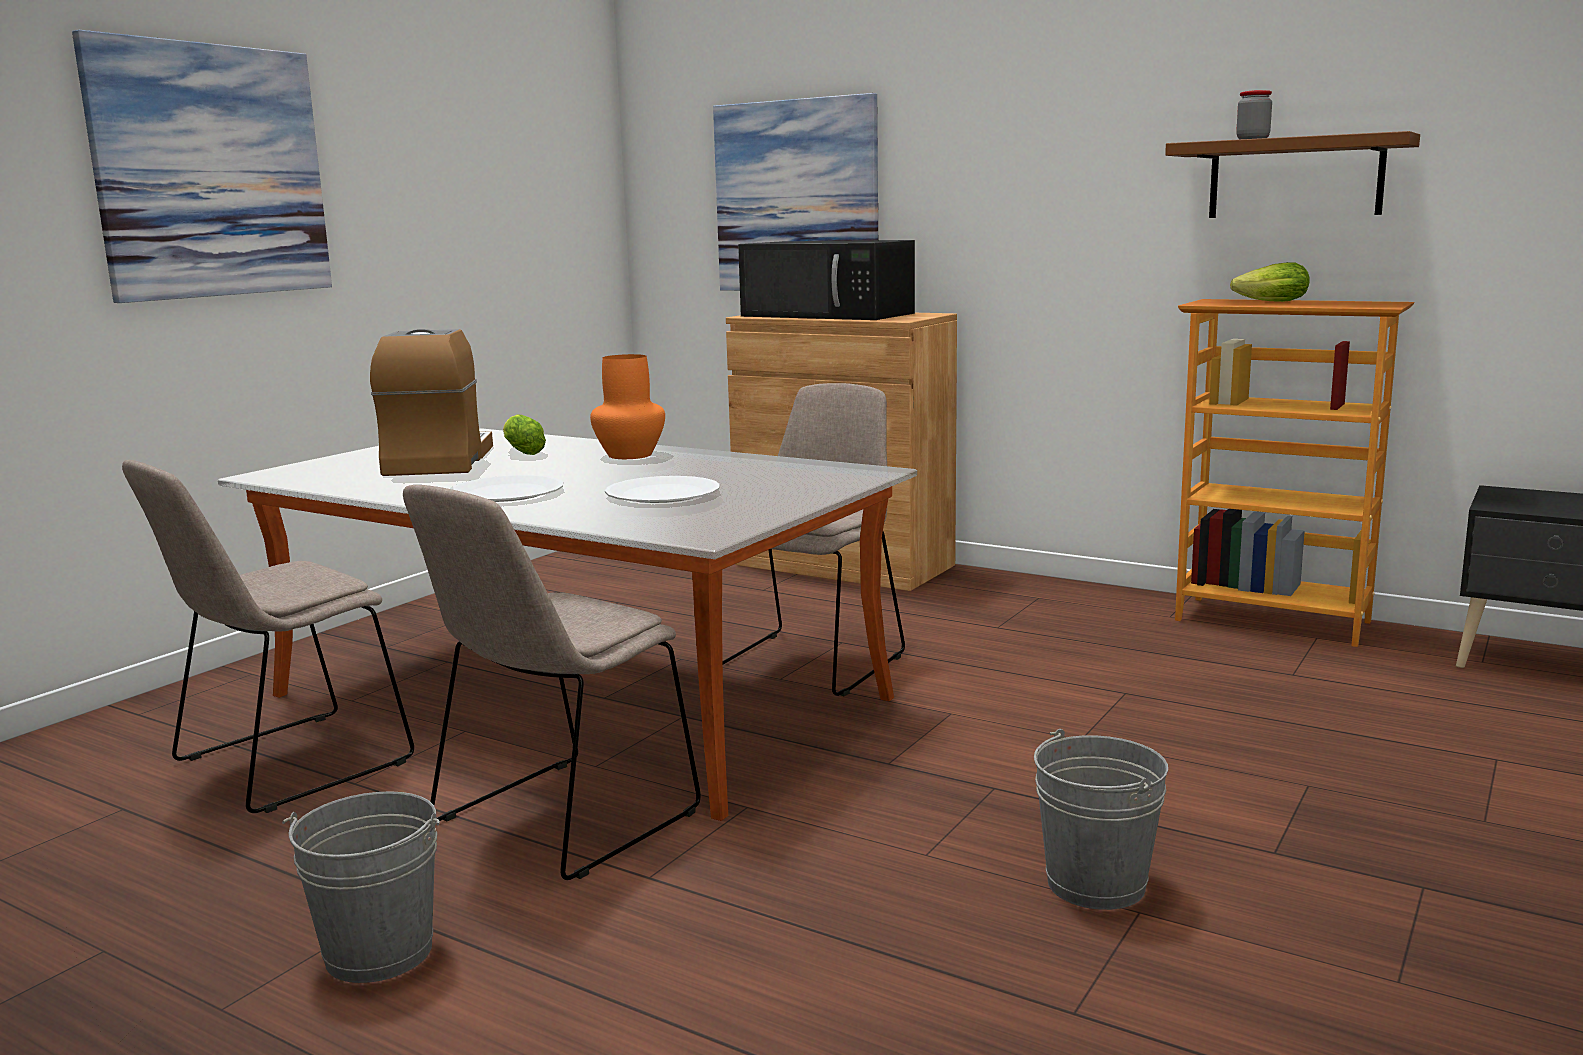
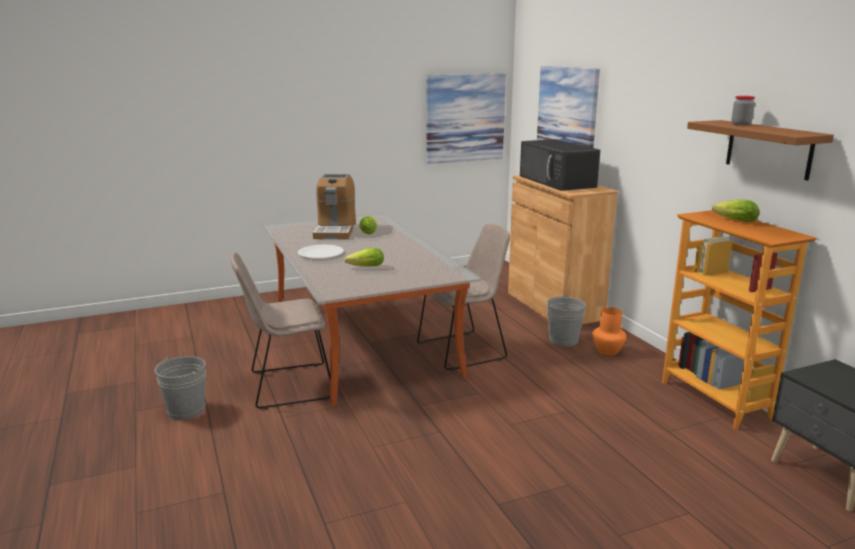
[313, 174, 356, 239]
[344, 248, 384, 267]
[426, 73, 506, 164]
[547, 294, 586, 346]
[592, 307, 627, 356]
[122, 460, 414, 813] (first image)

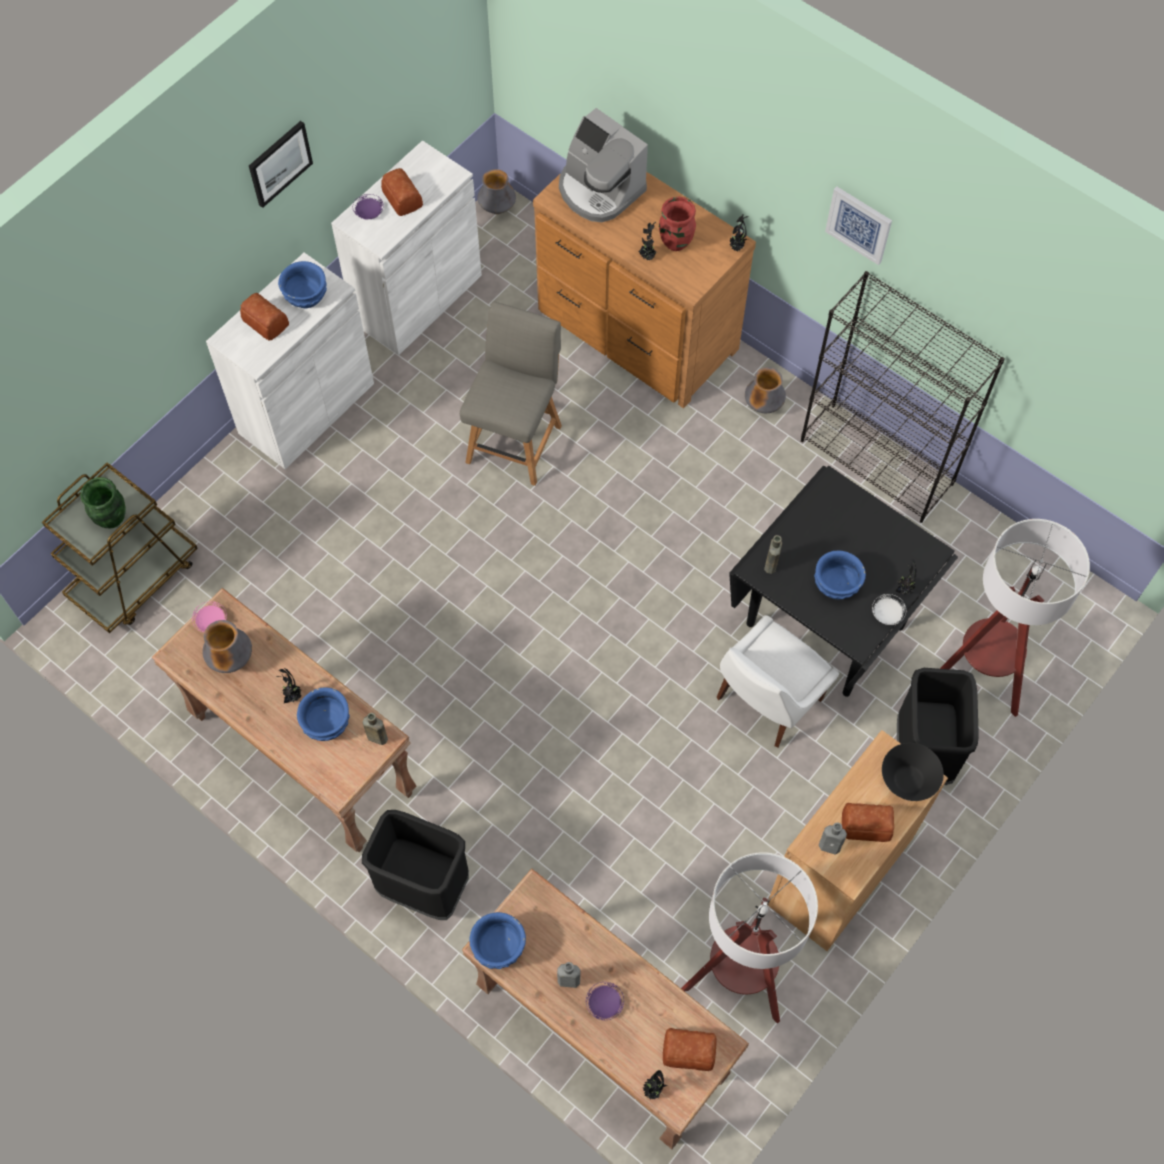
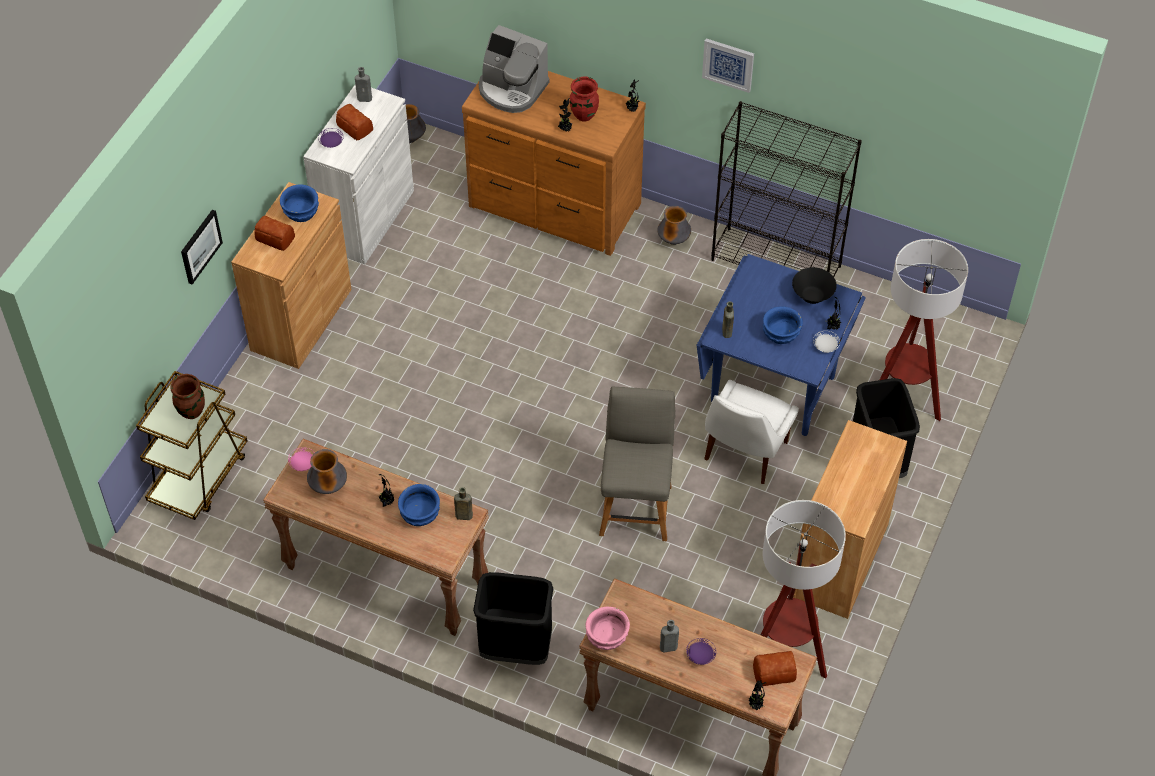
[170, 374, 205, 419]
[181, 210, 223, 285]
[231, 182, 352, 369]
[355, 67, 372, 102]
[586, 607, 630, 650]
[599, 387, 675, 541]
[697, 254, 866, 436]
[792, 267, 837, 304]
[842, 803, 894, 842] (first image)

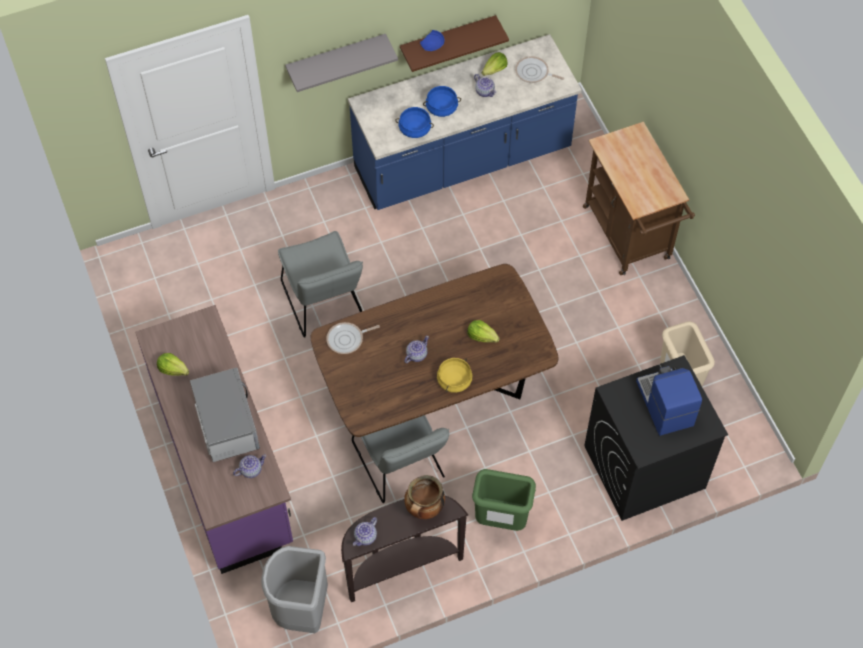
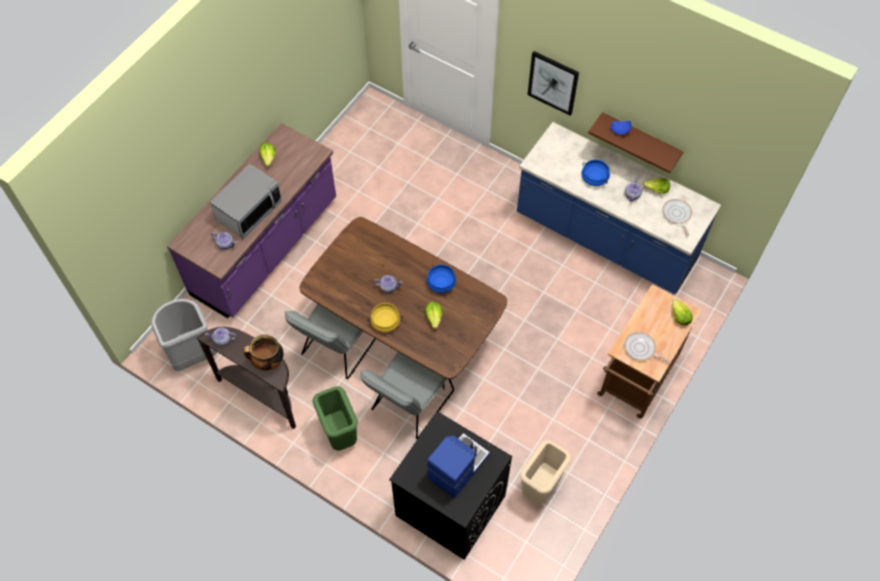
[360, 352, 454, 439]
[427, 265, 456, 293]
[527, 51, 579, 116]
[624, 332, 670, 363]
[672, 299, 693, 325]

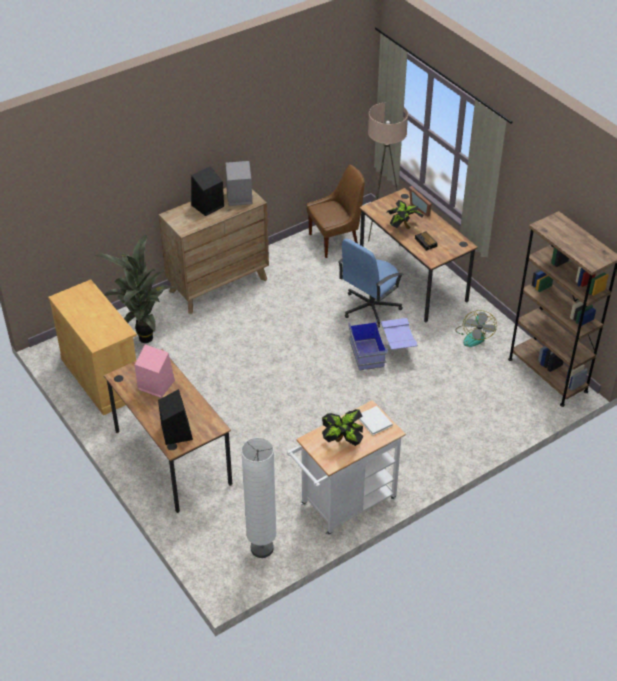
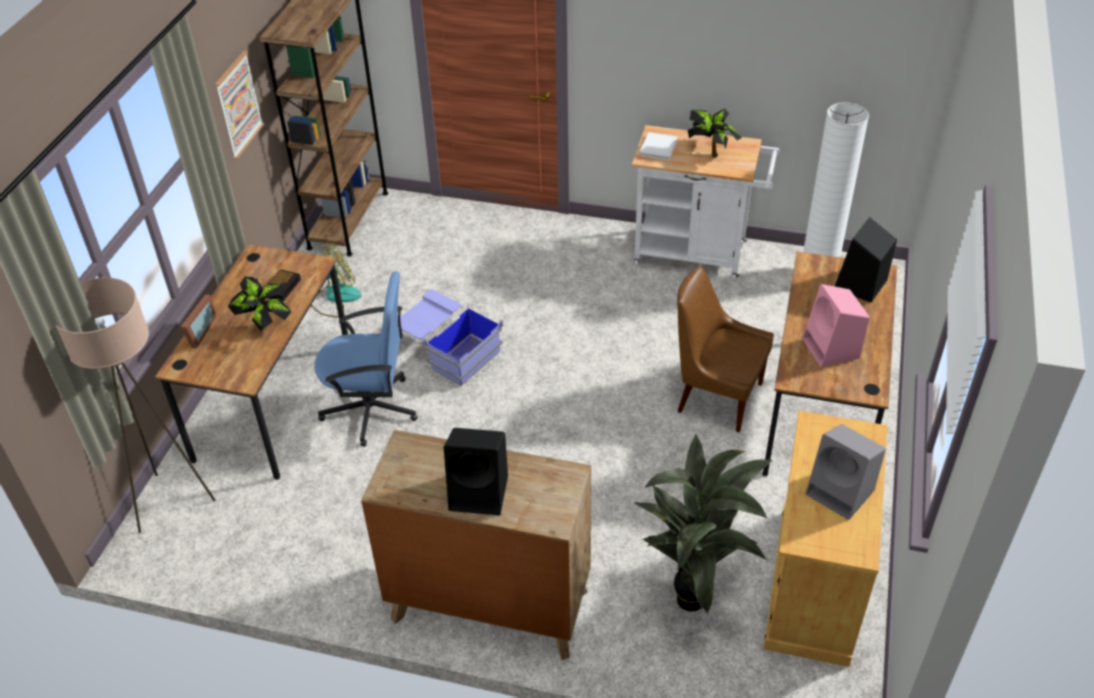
[214, 51, 264, 159]
[677, 266, 774, 432]
[806, 424, 886, 520]

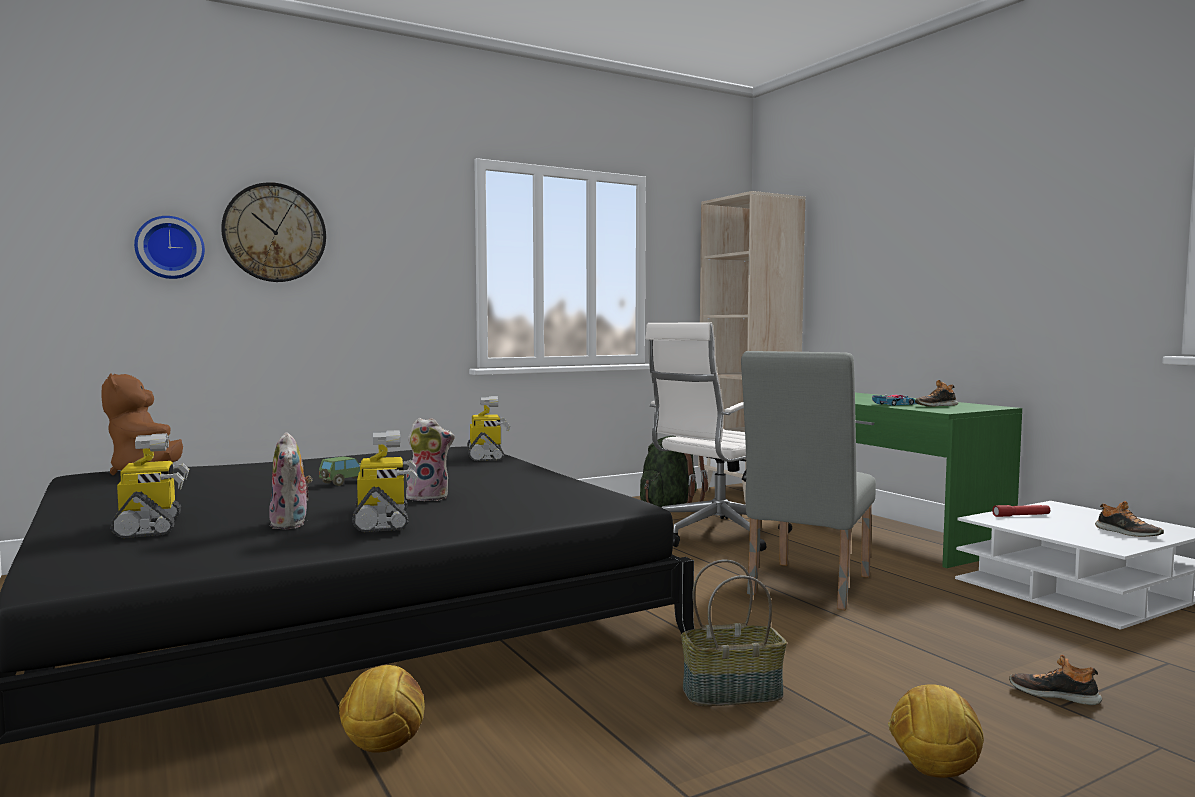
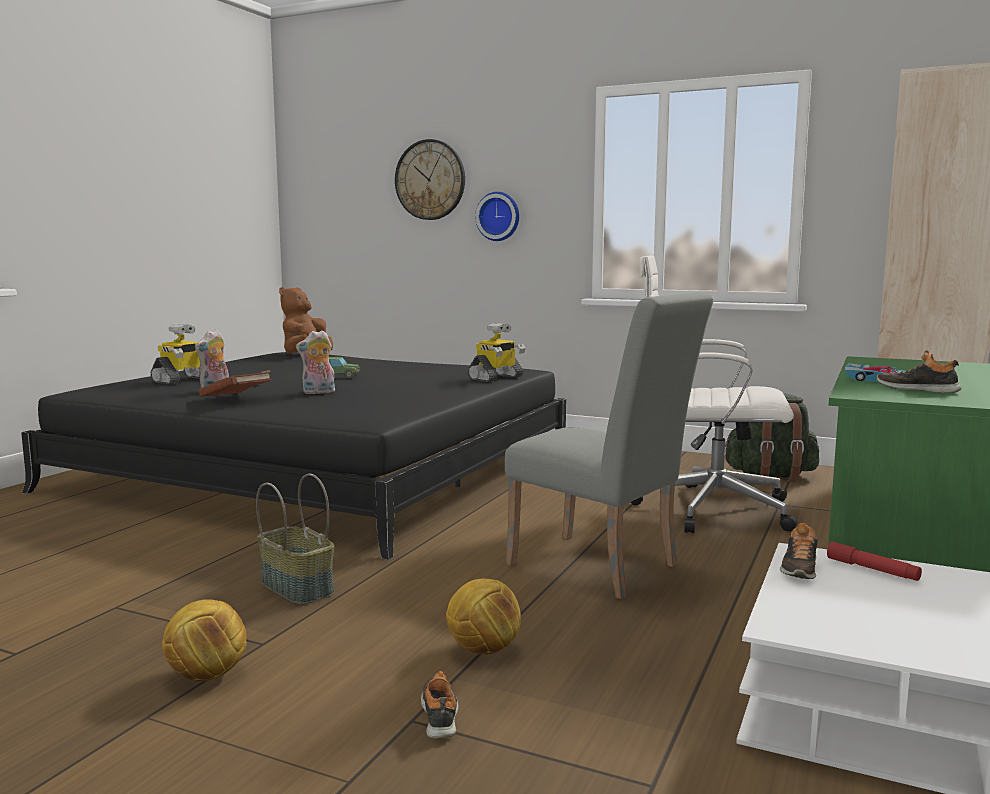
[199, 370, 272, 397]
[296, 330, 335, 394]
[446, 578, 521, 654]
[475, 192, 519, 241]
[505, 292, 713, 599]
[780, 523, 818, 579]

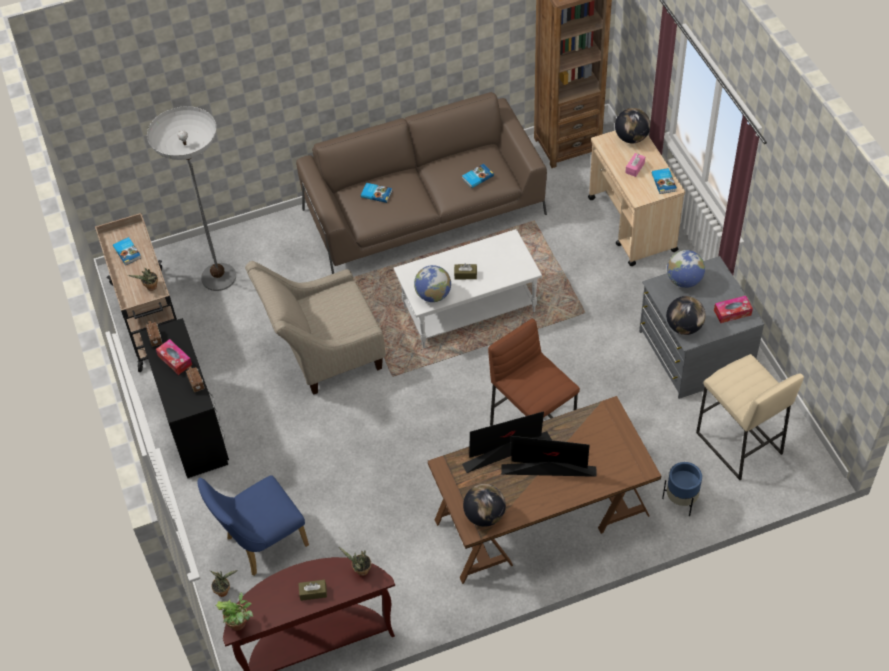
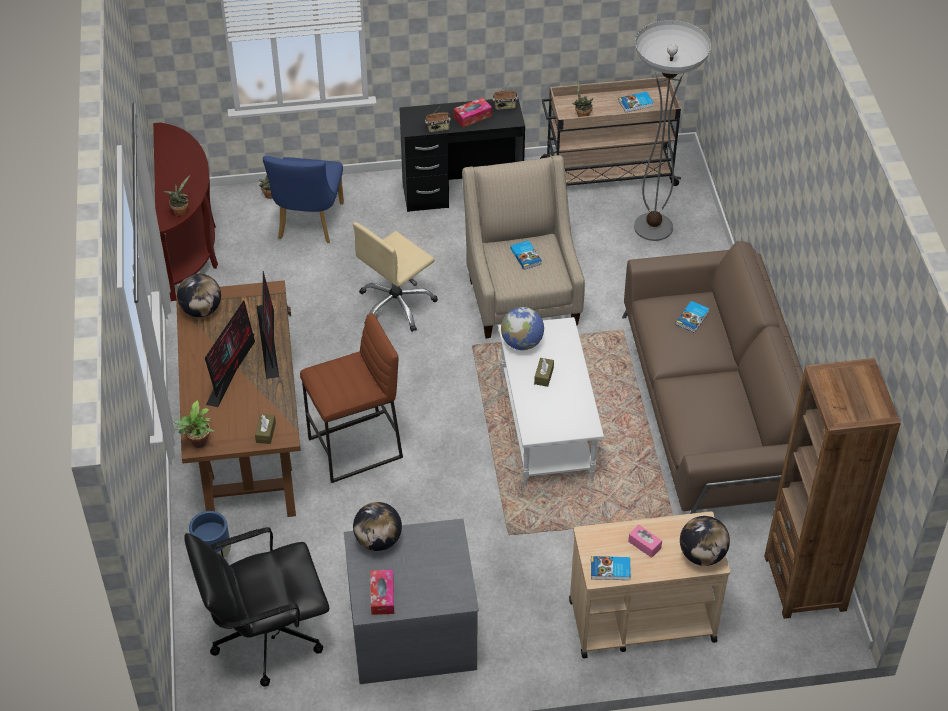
[173, 400, 215, 448]
[184, 527, 329, 687]
[255, 414, 276, 444]
[263, 156, 344, 243]
[353, 222, 438, 332]
[510, 240, 542, 270]
[667, 250, 705, 288] (first image)

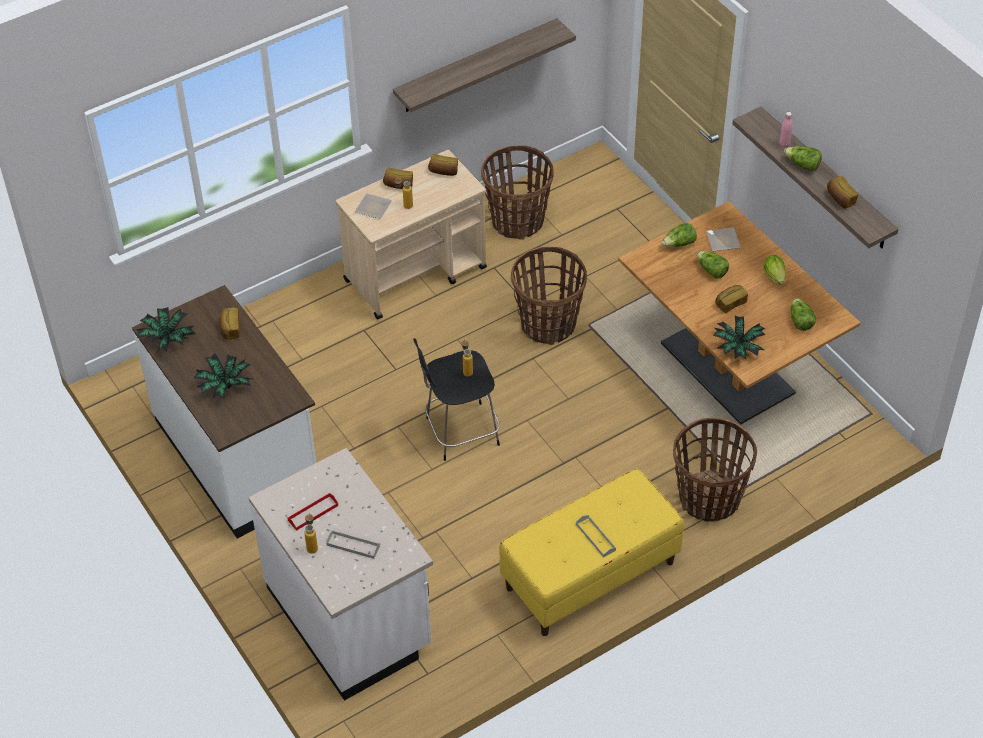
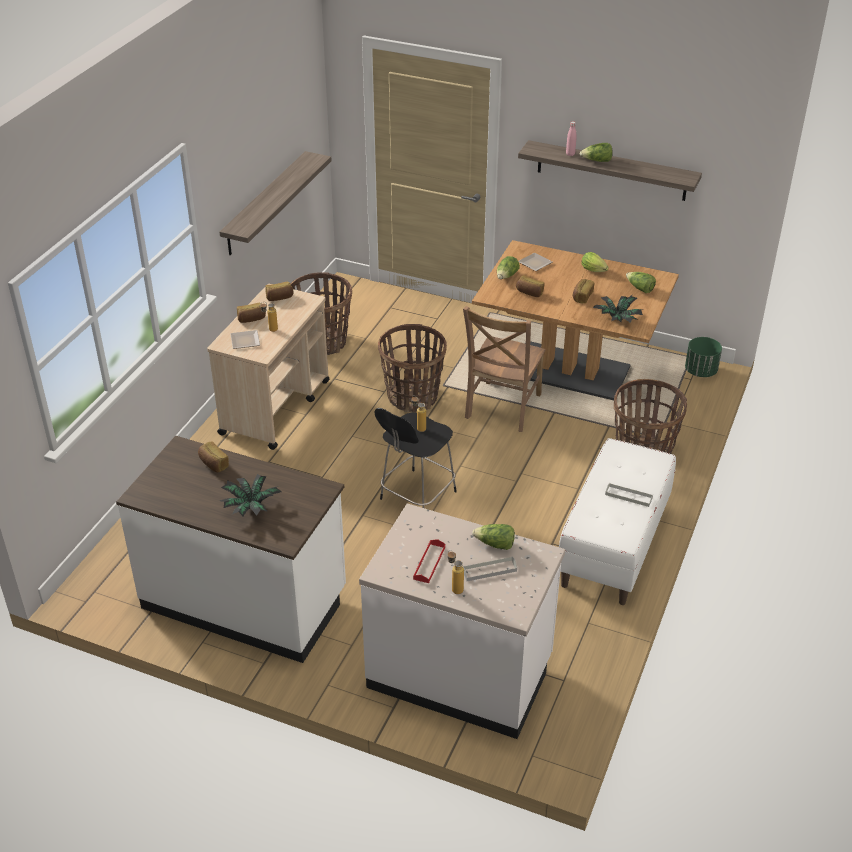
[463, 306, 546, 432]
[472, 524, 515, 550]
[516, 275, 545, 297]
[559, 438, 676, 605]
[685, 337, 722, 377]
[136, 307, 196, 352] (first image)

